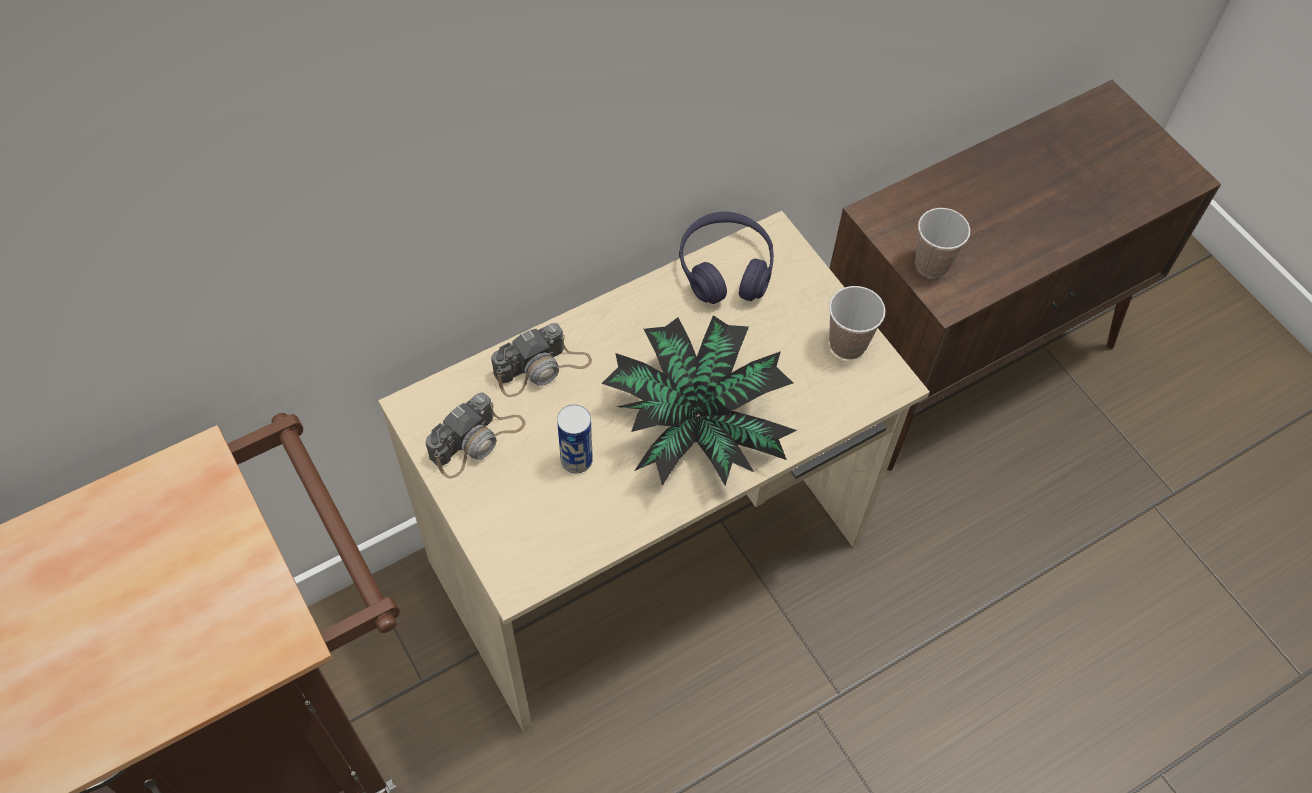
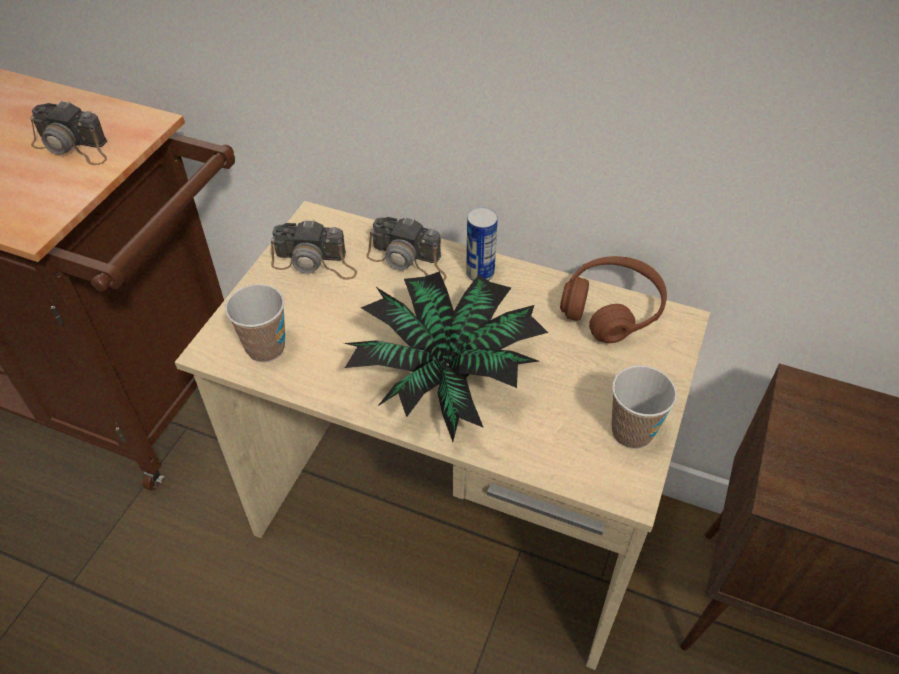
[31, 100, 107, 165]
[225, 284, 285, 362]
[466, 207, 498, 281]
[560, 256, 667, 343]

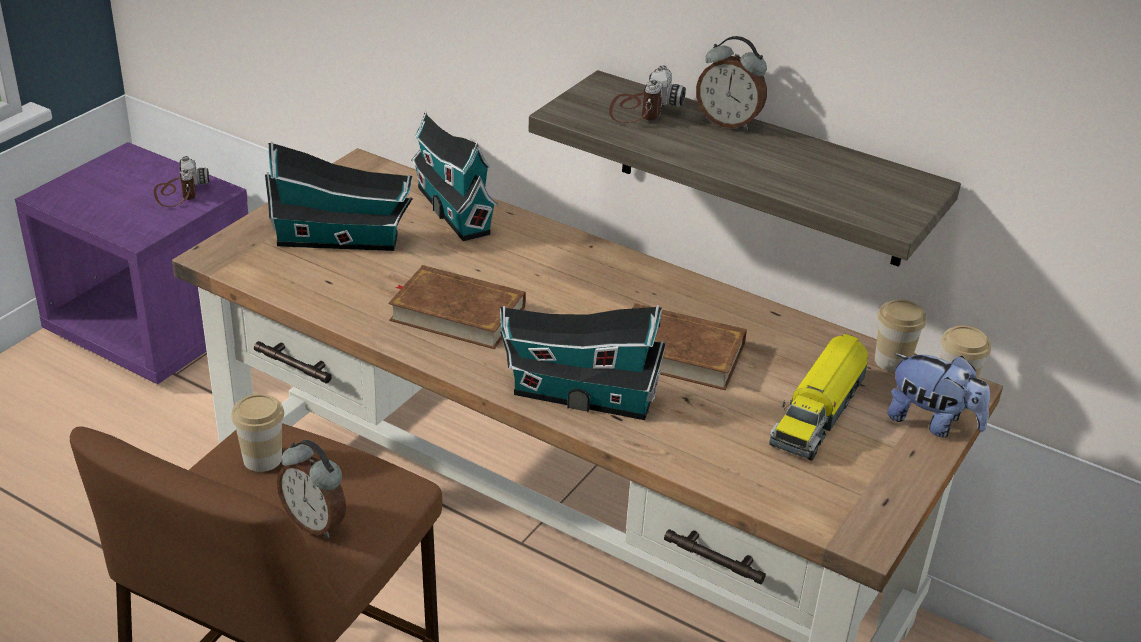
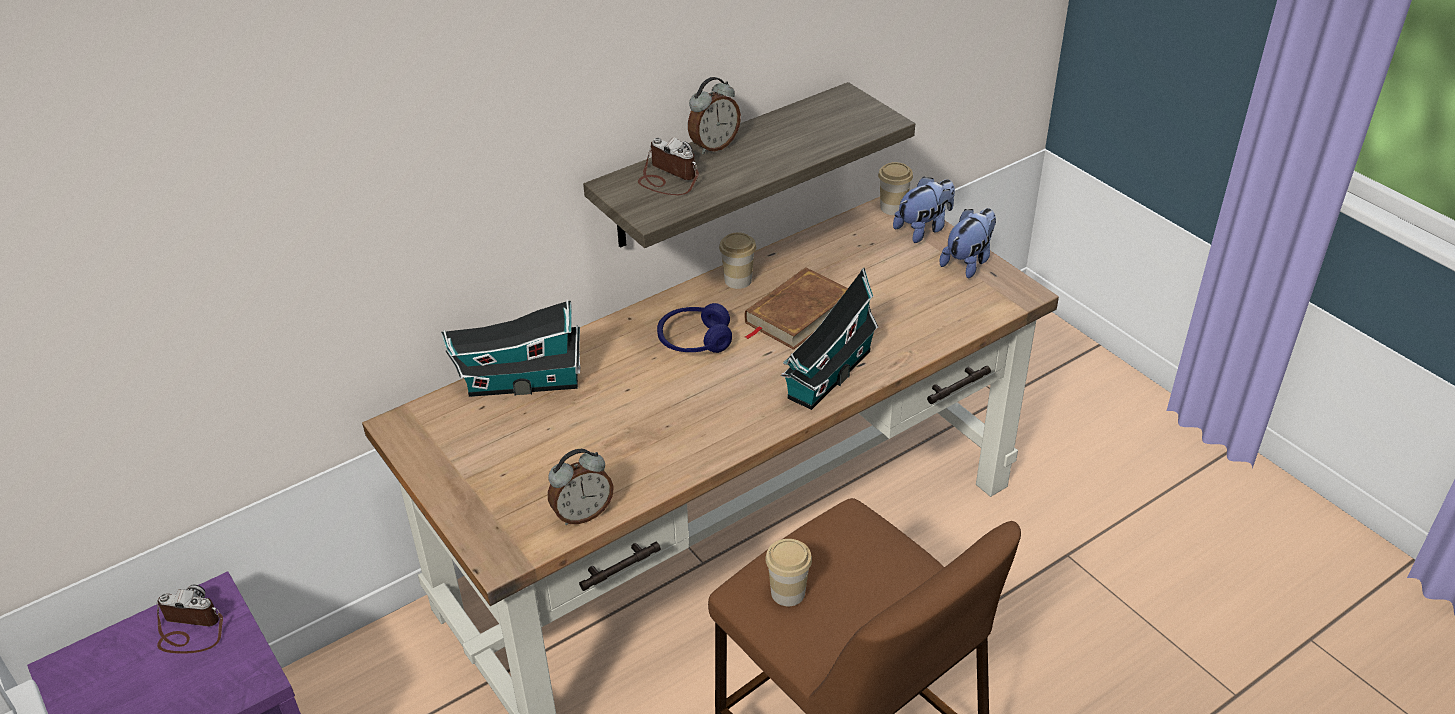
[548, 449, 613, 525]
[657, 303, 732, 353]
[719, 232, 756, 289]
[939, 208, 996, 278]
[265, 141, 413, 251] (first image)
[388, 265, 526, 349] (first image)
[769, 333, 868, 461] (first image)

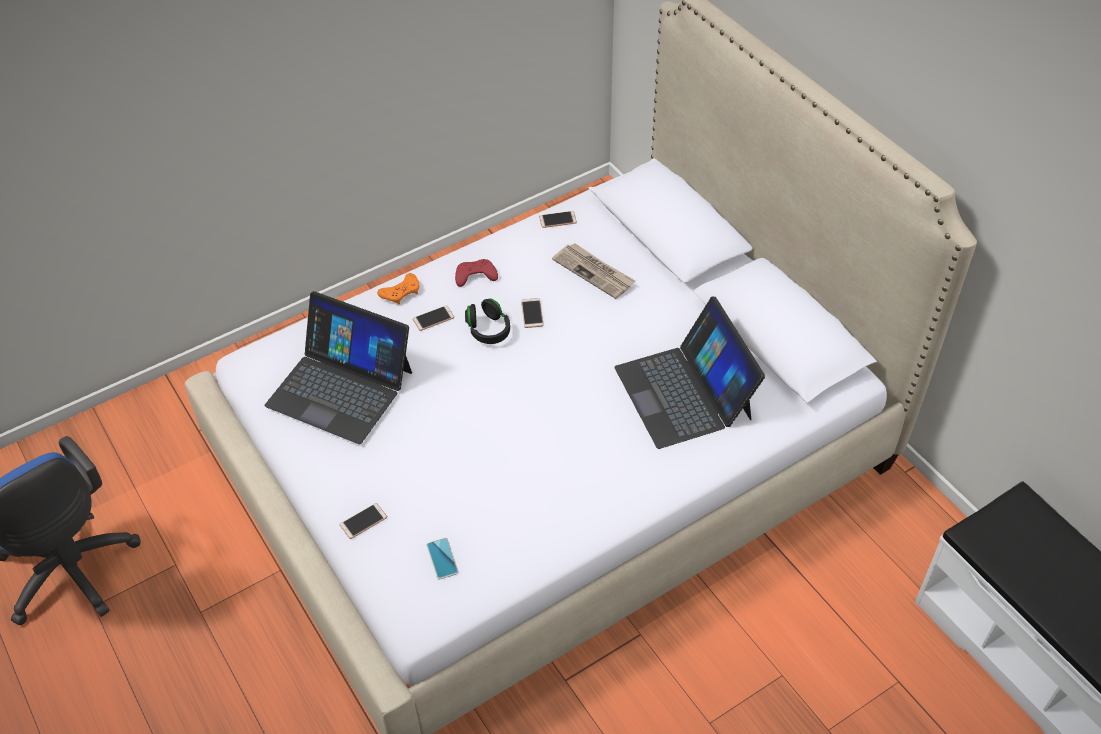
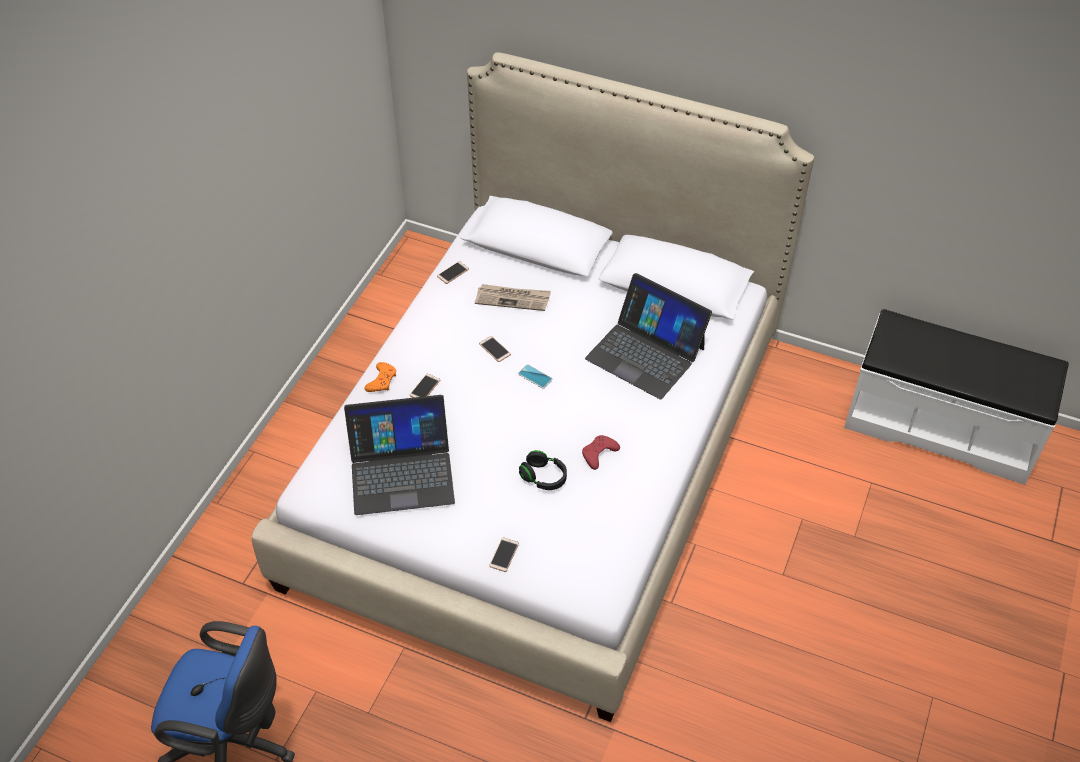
[518, 364, 553, 389]
[519, 450, 567, 490]
[582, 435, 620, 470]

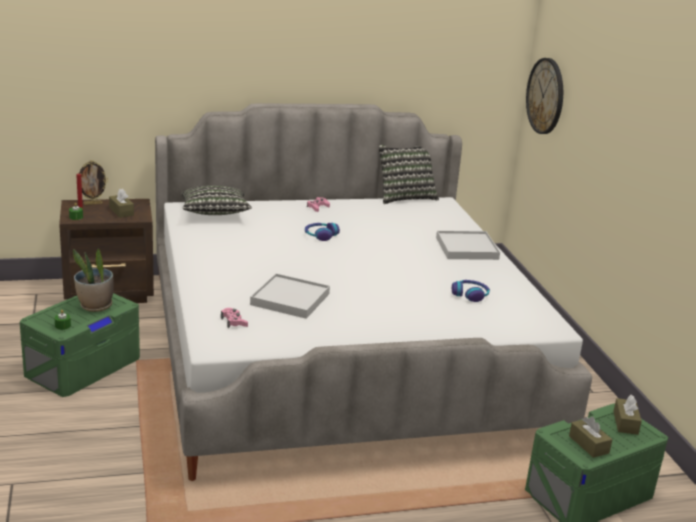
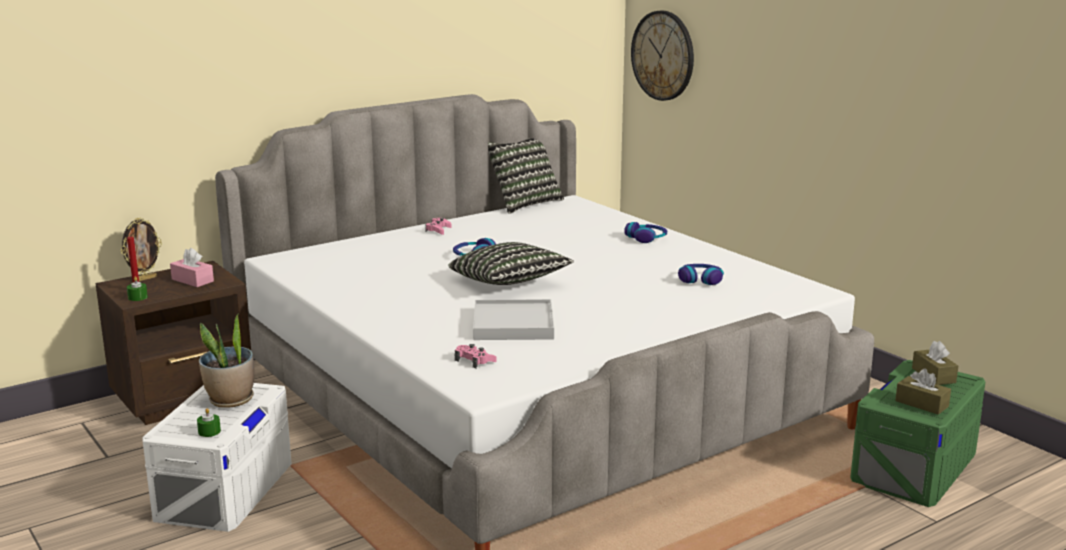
[142, 383, 292, 532]
[170, 248, 214, 287]
[448, 242, 574, 285]
[624, 222, 667, 243]

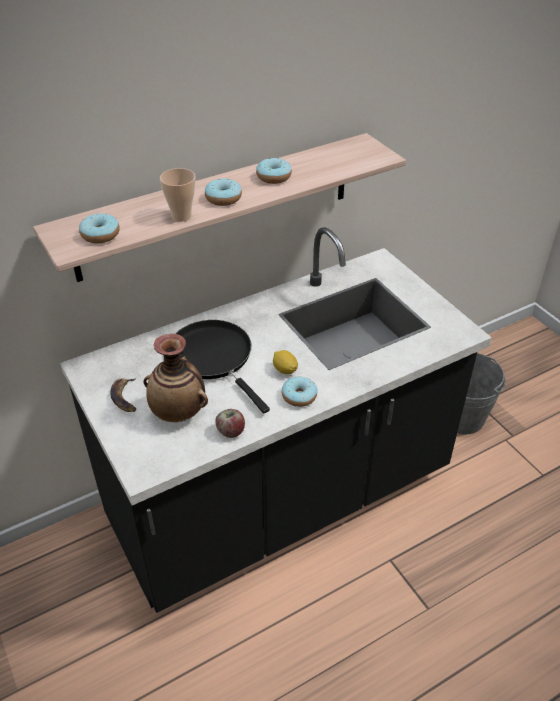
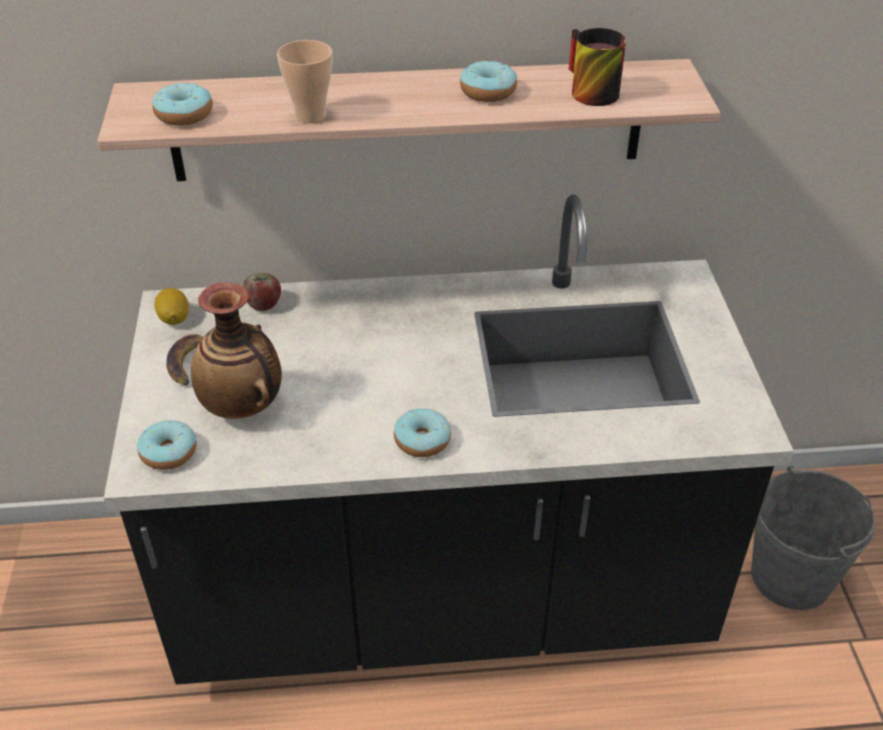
[137, 420, 197, 470]
[154, 288, 189, 325]
[243, 273, 281, 311]
[569, 28, 626, 106]
[175, 320, 270, 414] (first image)

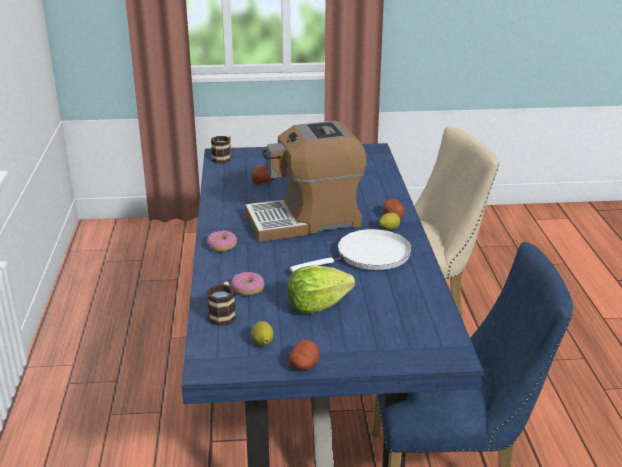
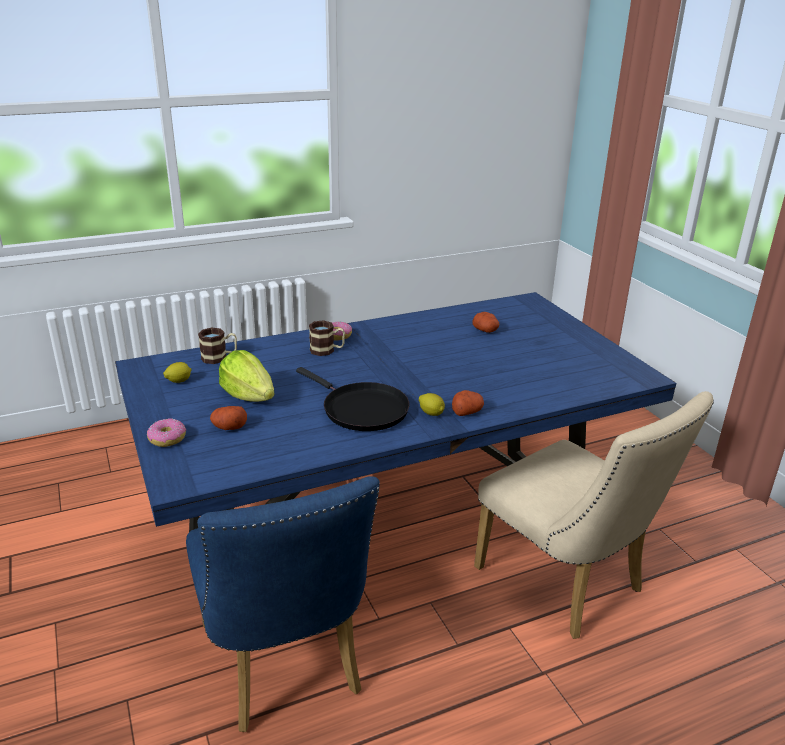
[147, 418, 186, 447]
[210, 406, 247, 430]
[296, 367, 410, 431]
[309, 320, 345, 356]
[245, 121, 367, 242] (first image)

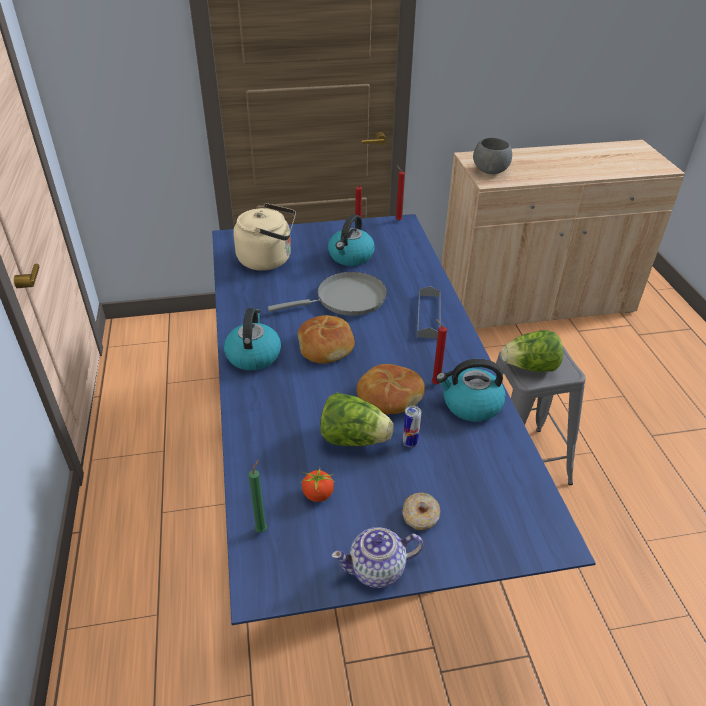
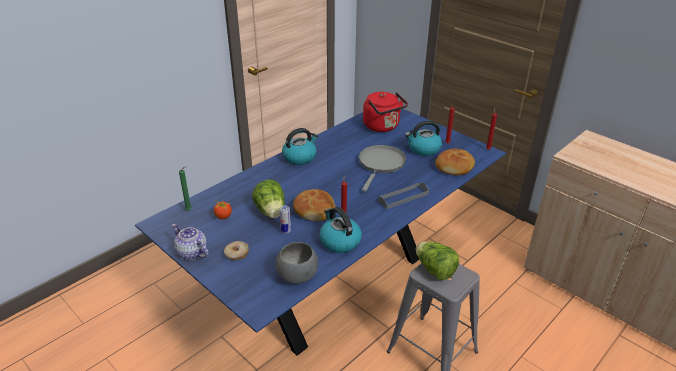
[276, 242, 318, 284]
[359, 145, 406, 192]
[363, 92, 408, 132]
[435, 149, 475, 175]

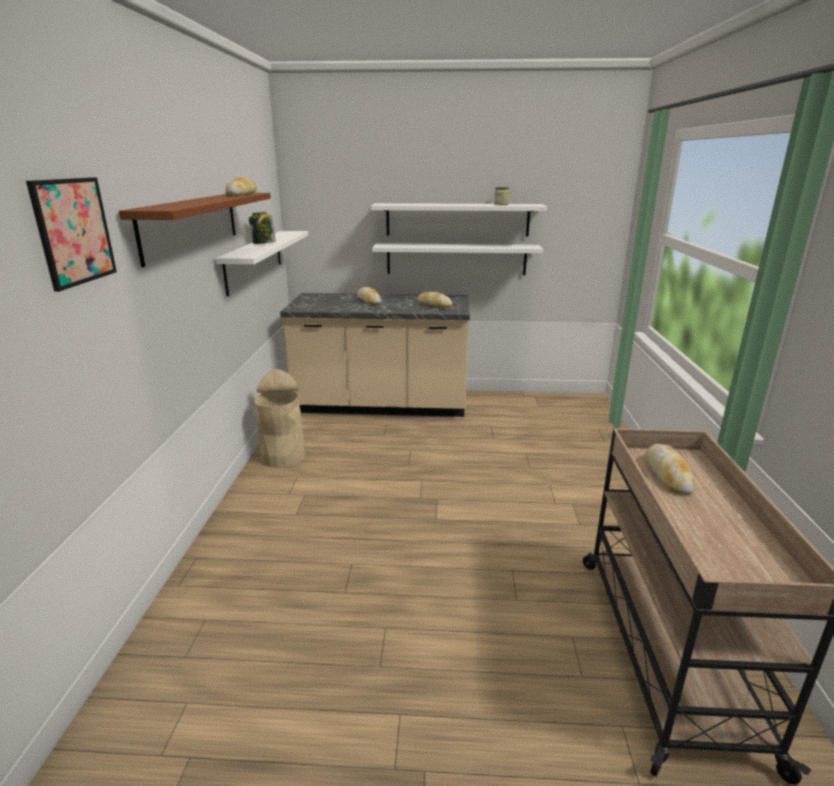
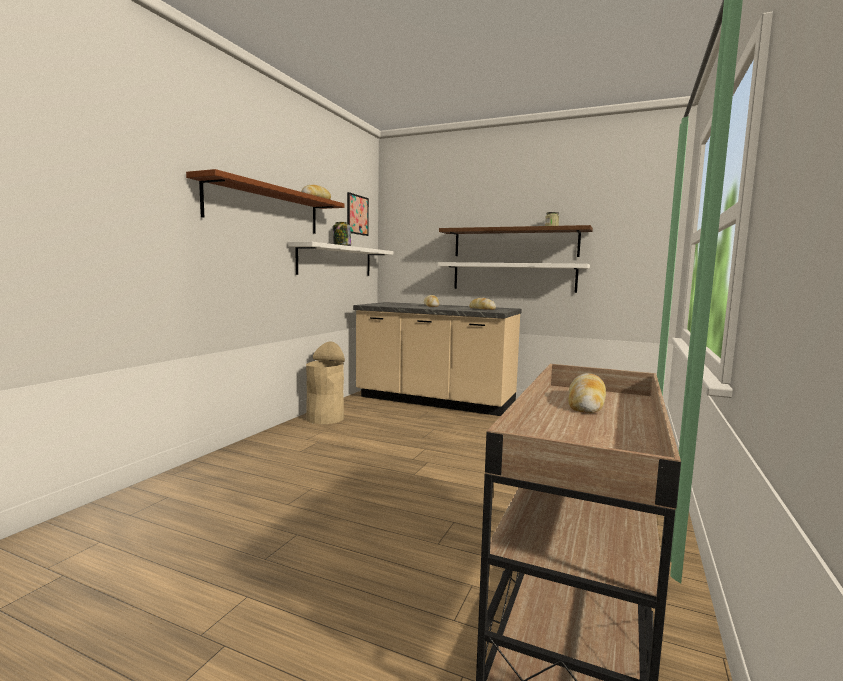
[347, 192, 369, 236]
[439, 225, 593, 257]

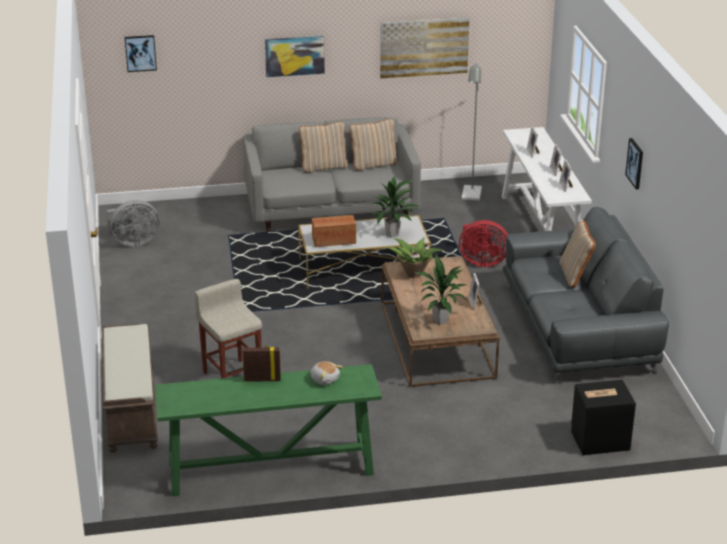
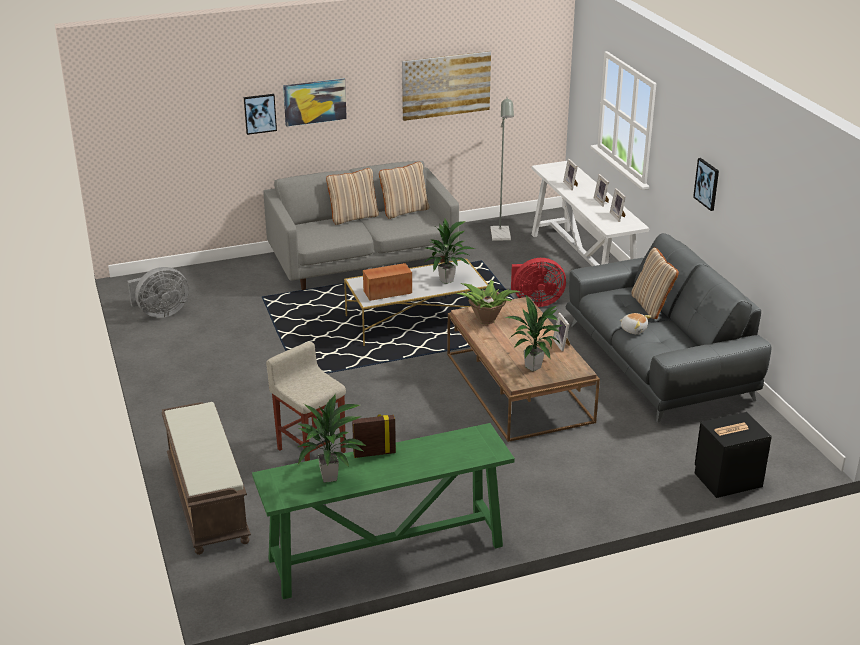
[244, 94, 277, 135]
[297, 394, 366, 483]
[620, 313, 651, 334]

